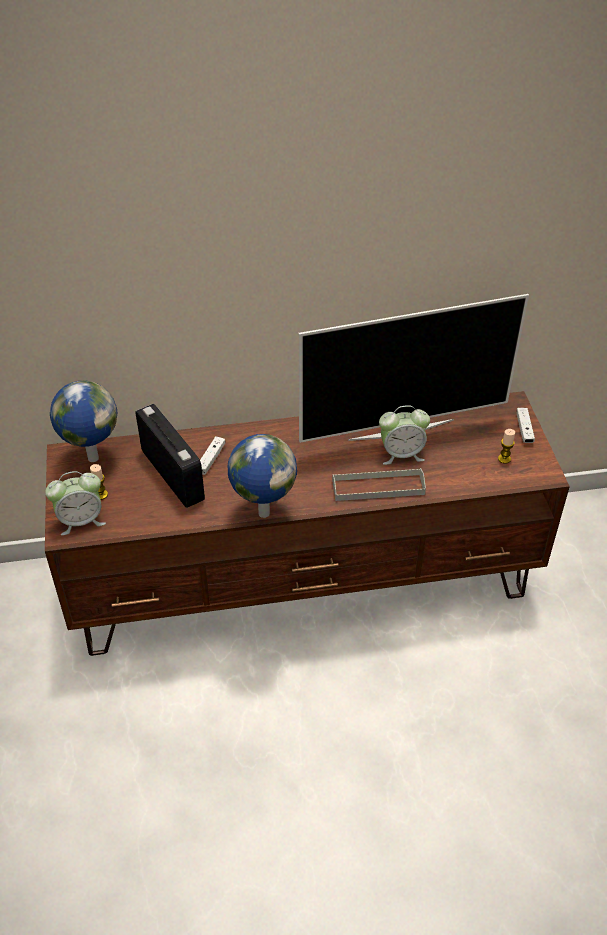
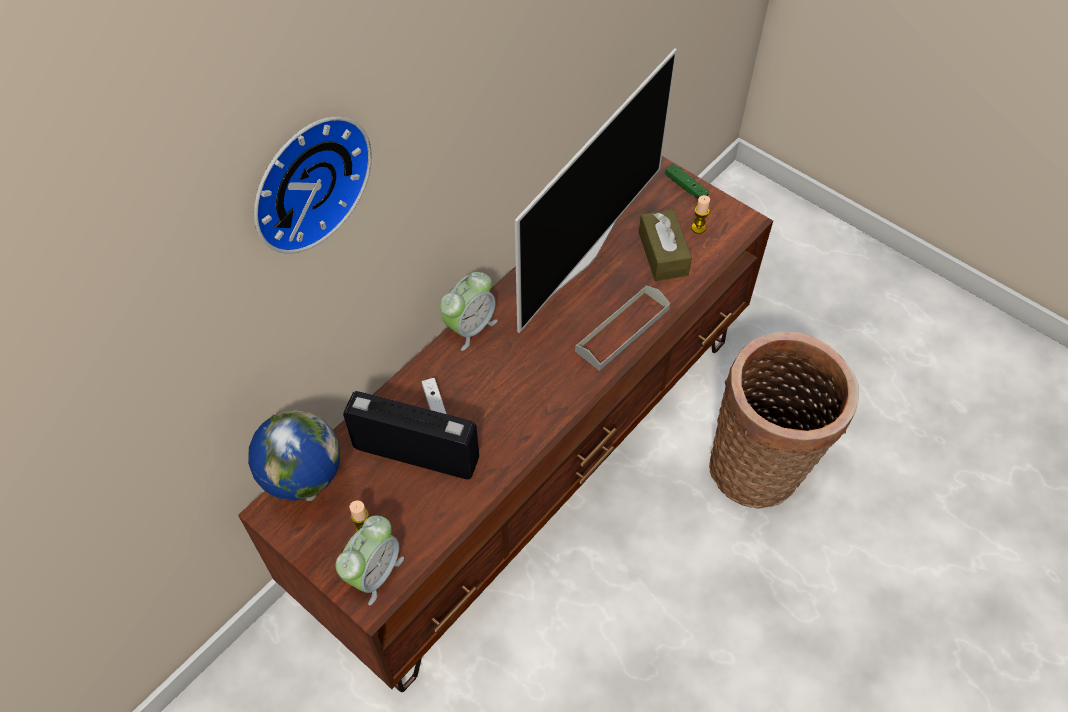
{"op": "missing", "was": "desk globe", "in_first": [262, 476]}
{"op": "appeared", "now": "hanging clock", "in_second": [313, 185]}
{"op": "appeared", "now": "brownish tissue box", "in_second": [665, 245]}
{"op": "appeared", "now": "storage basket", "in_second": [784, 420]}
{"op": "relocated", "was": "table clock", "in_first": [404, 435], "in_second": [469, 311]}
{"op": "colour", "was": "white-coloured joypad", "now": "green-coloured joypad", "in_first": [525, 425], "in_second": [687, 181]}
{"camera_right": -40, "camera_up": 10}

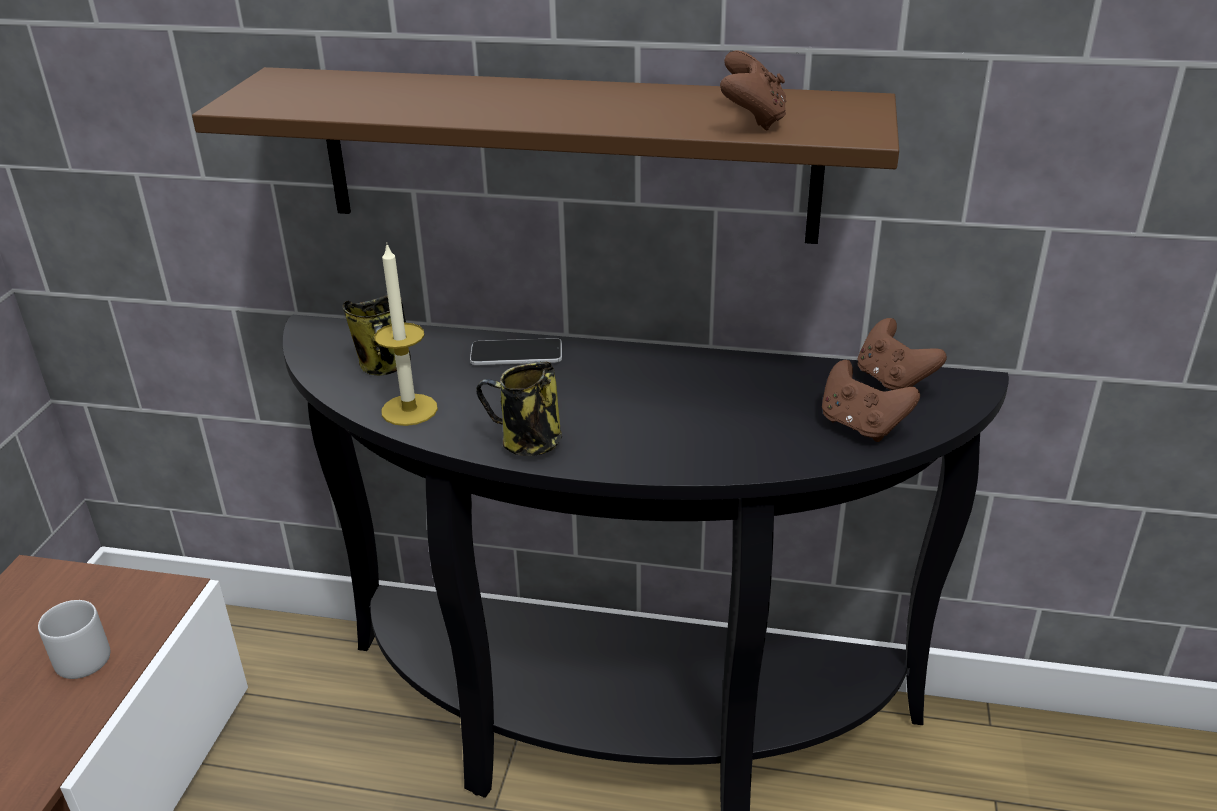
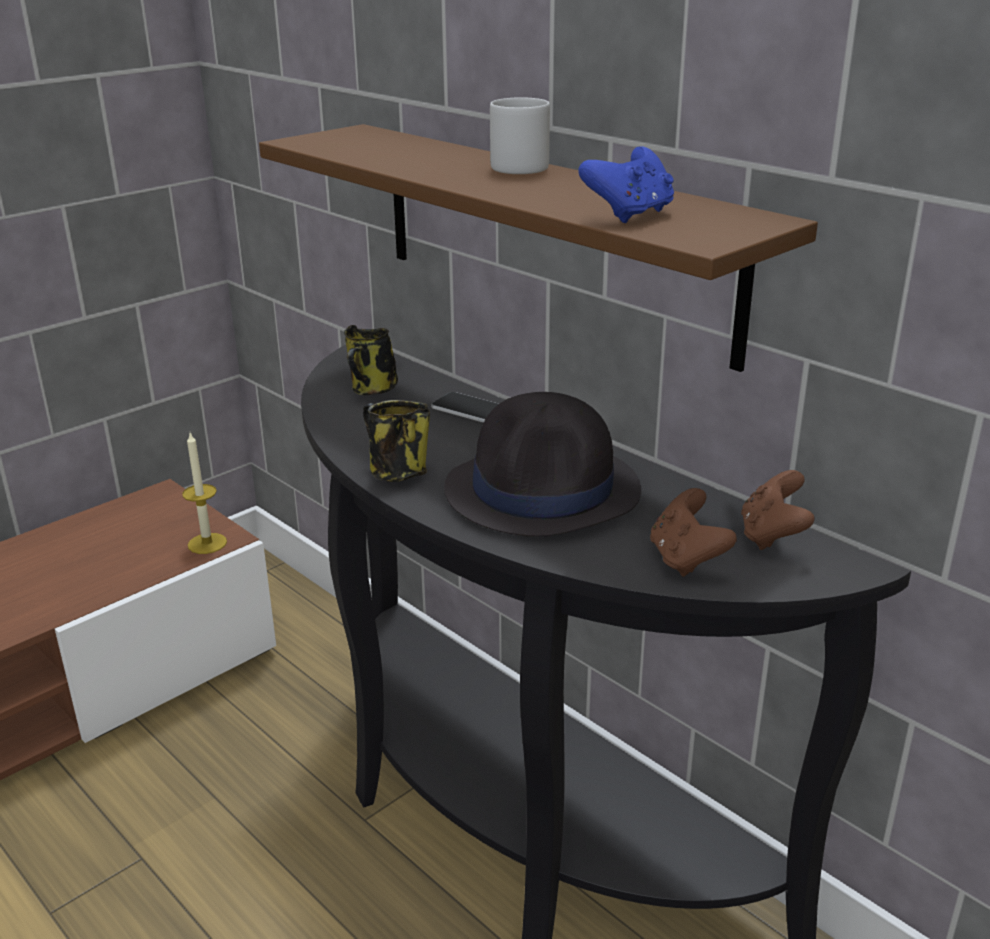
{"op": "appeared", "now": "black-coloured wearable hat", "in_second": [542, 464]}
{"op": "relocated", "was": "gray coffee mug", "in_first": [74, 639], "in_second": [520, 135]}
{"op": "relocated", "was": "candle", "in_first": [406, 335], "in_second": [204, 493]}
{"op": "colour", "was": "brownish joypad", "now": "blue-coloured joypad", "in_first": [753, 90], "in_second": [626, 185]}
{"camera_right": 35, "camera_up": -5}

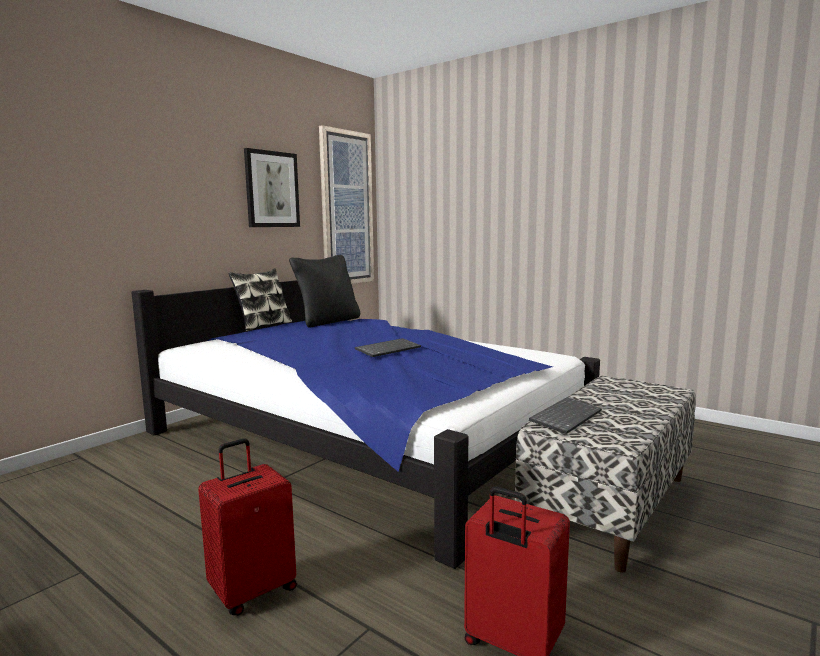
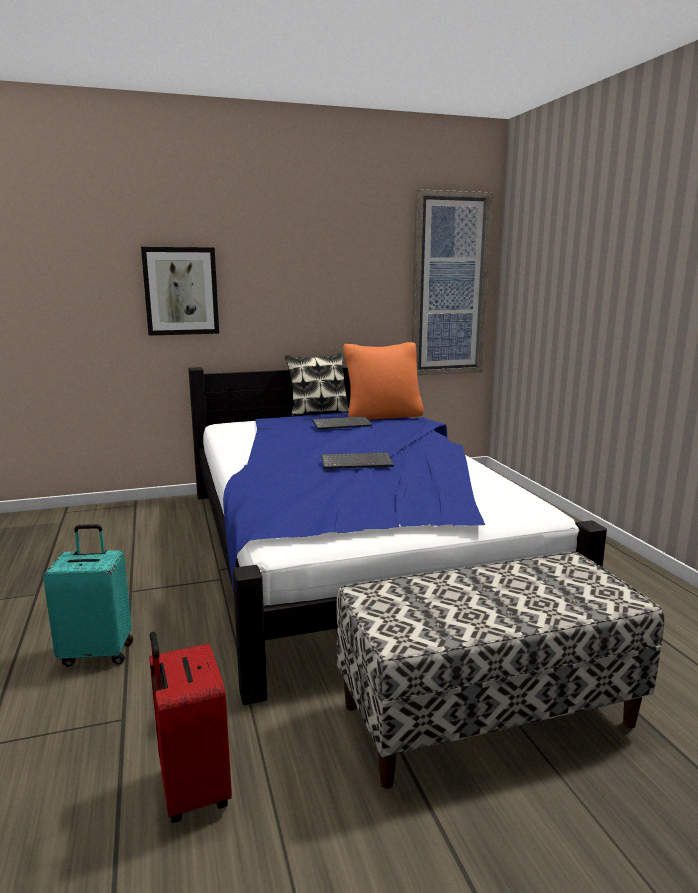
{"op": "relocated", "was": "wall picture", "in_first": [272, 187], "in_second": [180, 291]}
{"op": "relocated", "was": "PC keyboard", "in_first": [565, 415], "in_second": [342, 422]}
{"op": "colour", "was": "red piece of luggage", "now": "turquoise piece of luggage", "in_first": [247, 526], "in_second": [88, 595]}
{"op": "colour", "was": "black-coloured cushion", "now": "orangey cushion", "in_first": [324, 291], "in_second": [383, 381]}
{"camera_right": 35, "camera_up": 5}

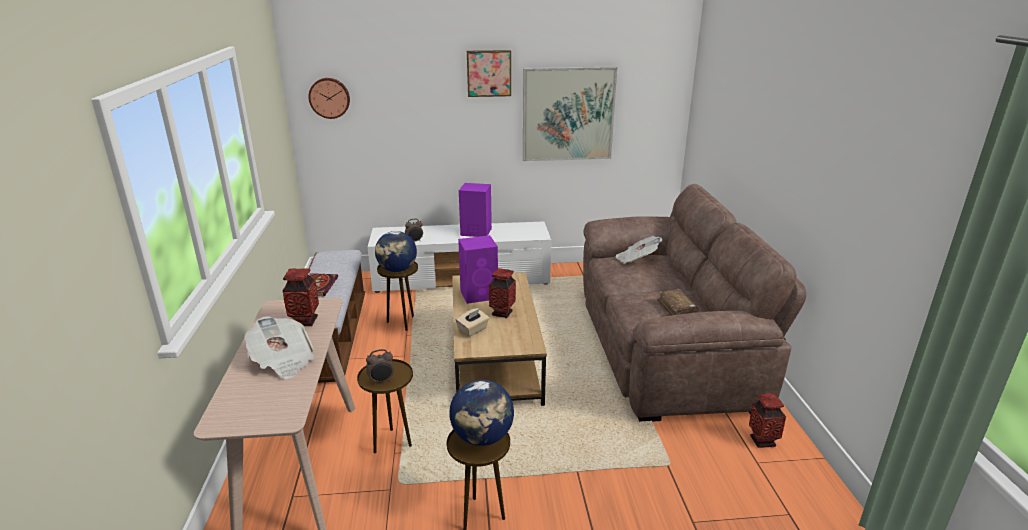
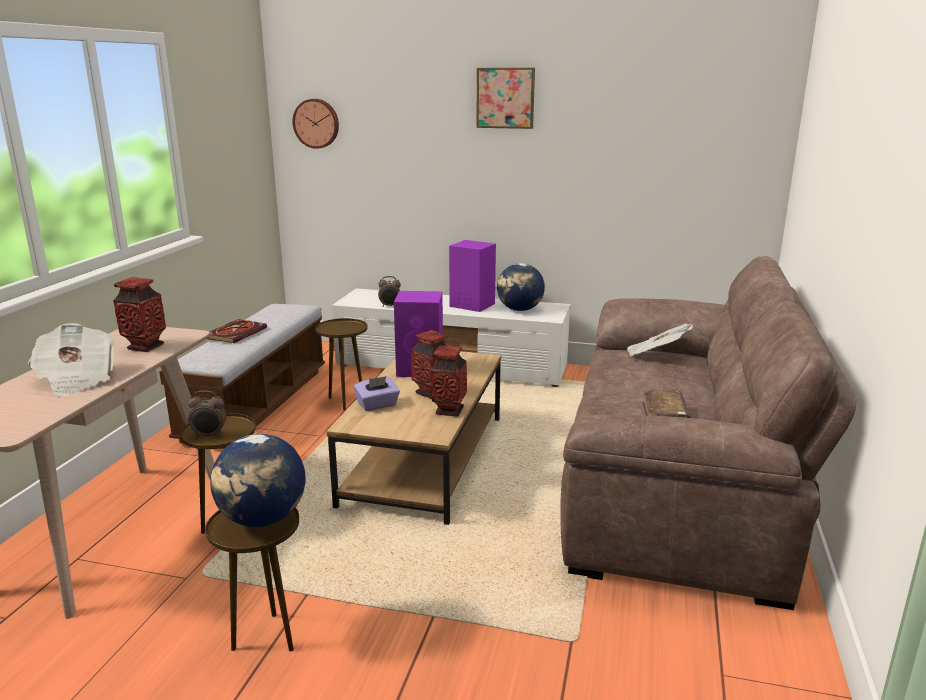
{"op": "missing", "was": "wall picture", "in_first": [570, 114]}
{"op": "relocated", "was": "desk globe", "in_first": [396, 251], "in_second": [521, 287]}
{"op": "relocated", "was": "vase", "in_first": [767, 420], "in_second": [449, 381]}
{"op": "colour", "was": "sand-coloured tissue box", "now": "purple tissue box", "in_first": [472, 322], "in_second": [376, 393]}
{"camera_right": 20, "camera_up": -5}

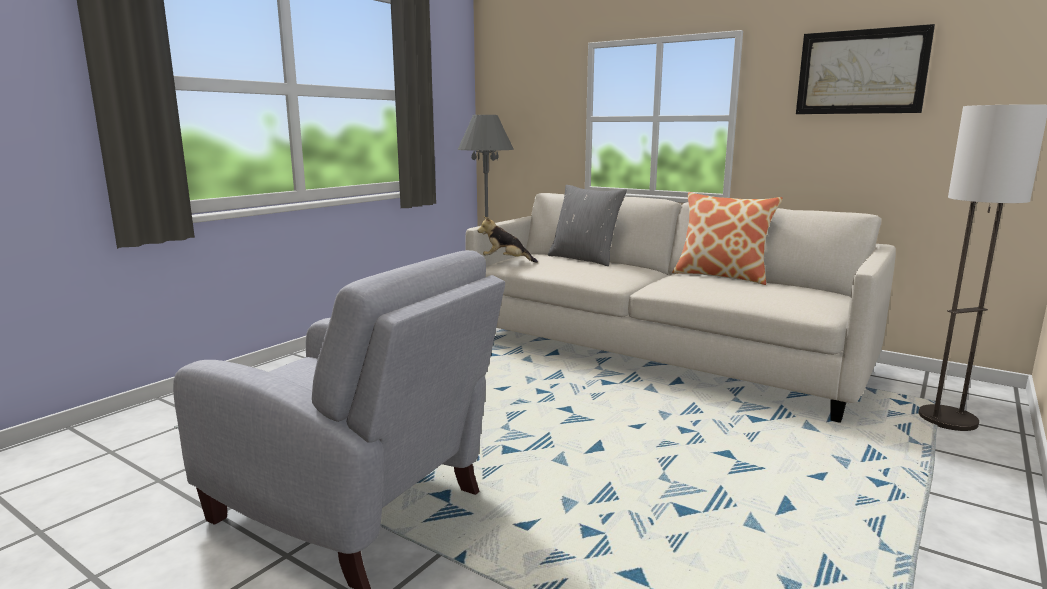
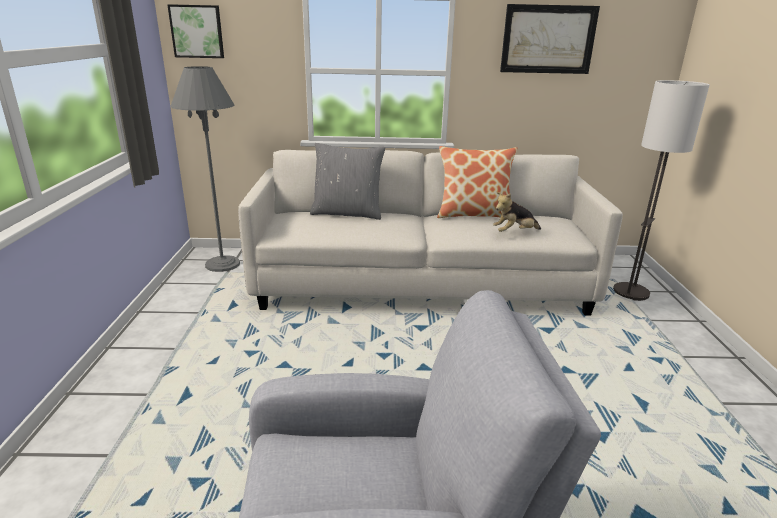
{"op": "appeared", "now": "wall picture", "in_second": [195, 31]}
{"op": "relocated", "was": "soft toy", "in_first": [508, 239], "in_second": [517, 212]}
{"camera_right": -35, "camera_up": 10}

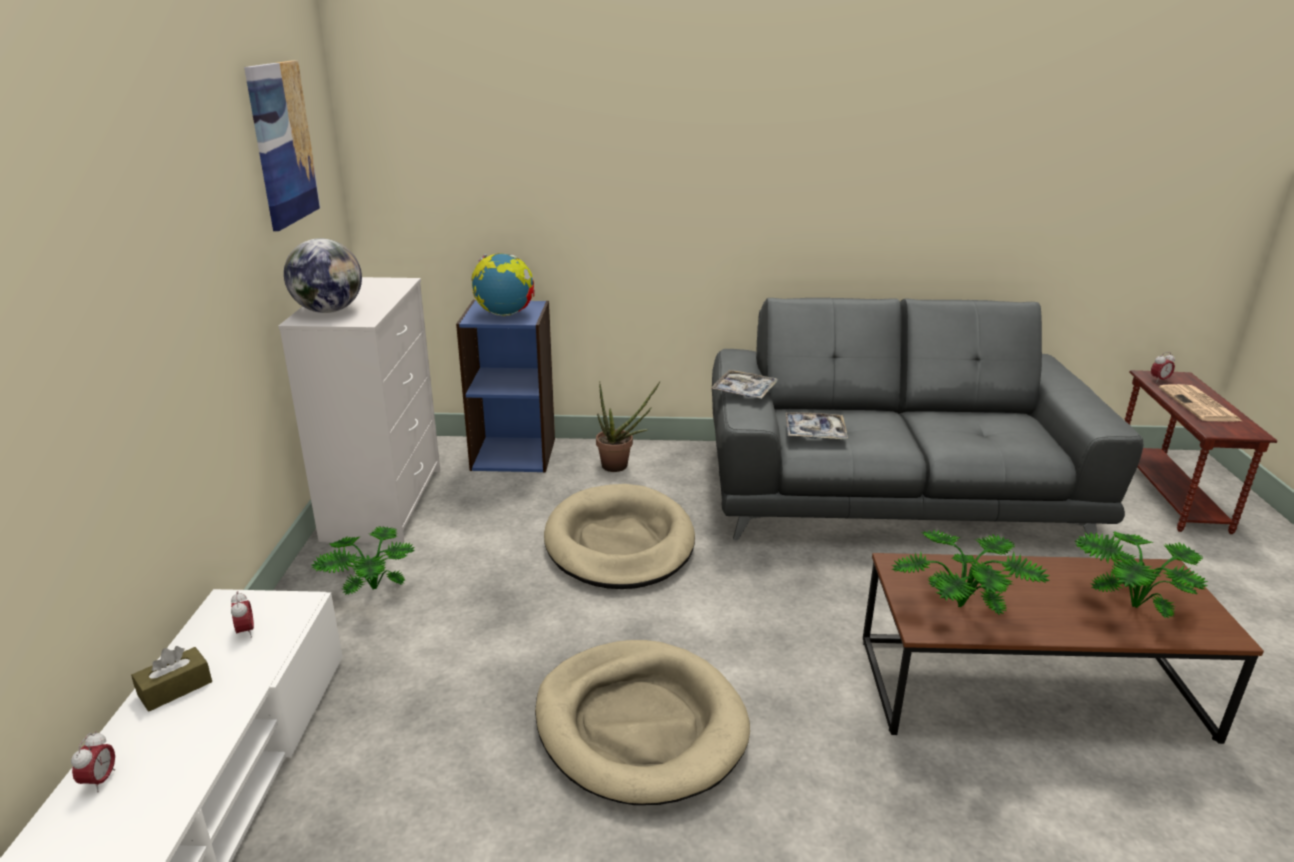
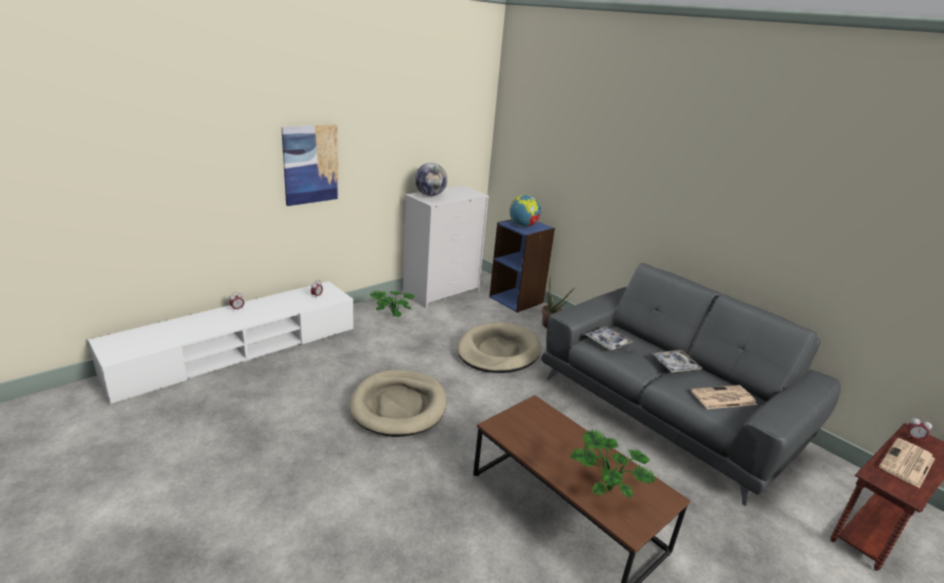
{"op": "missing", "was": "brownish tissue box", "in_first": [171, 679]}
{"op": "missing", "was": "houseplant", "in_first": [971, 572]}
{"op": "appeared", "now": "newspaper", "in_second": [724, 397]}
{"op": "relocated", "was": "wall picture", "in_first": [282, 145], "in_second": [310, 165]}
{"op": "relocated", "was": "tray", "in_first": [744, 384], "in_second": [677, 361]}
{"camera_right": 45, "camera_up": 0}

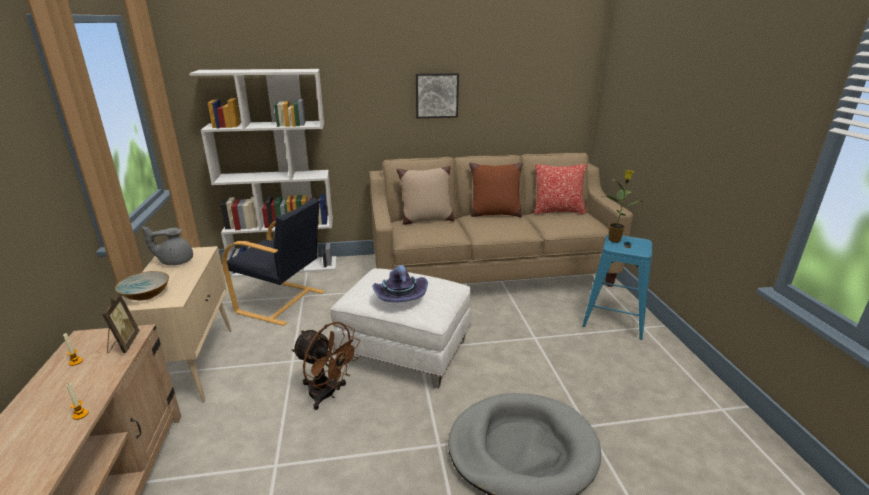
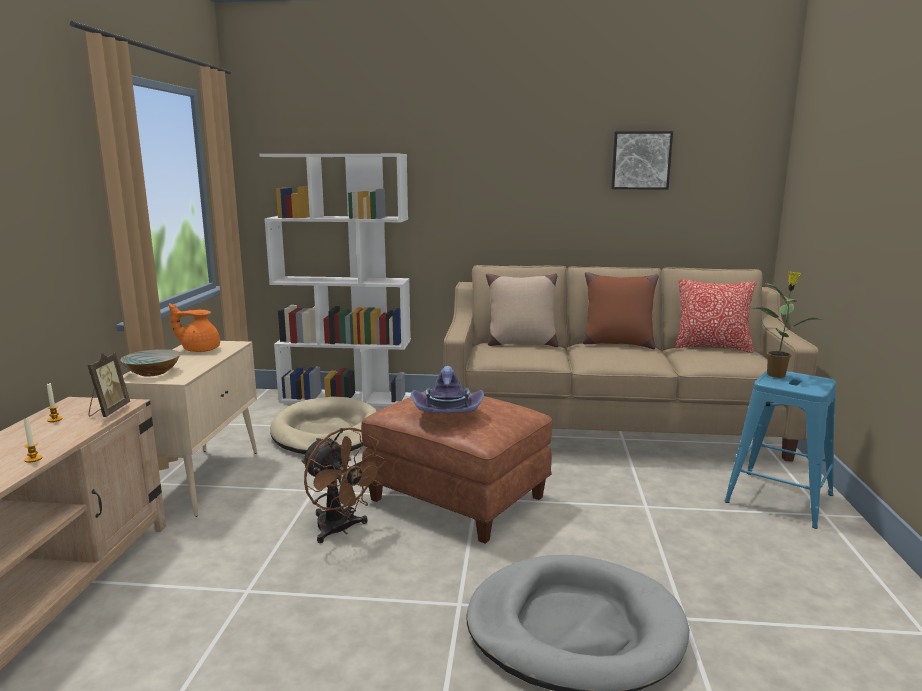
{"op": "relocated", "was": "wall picture", "in_first": [437, 95], "in_second": [642, 160]}
{"op": "exchanged", "was": "black-coloured armchair", "now": "sand-coloured dog bed", "in_first": [273, 262], "in_second": [323, 425]}
{"op": "colour", "was": "gray pot for tea", "now": "orangey pot for tea", "in_first": [167, 245], "in_second": [194, 327]}
{"op": "colour", "was": "white-coloured footrest", "now": "brownish footrest", "in_first": [401, 328], "in_second": [456, 466]}
{"camera_right": 15, "camera_up": -10}

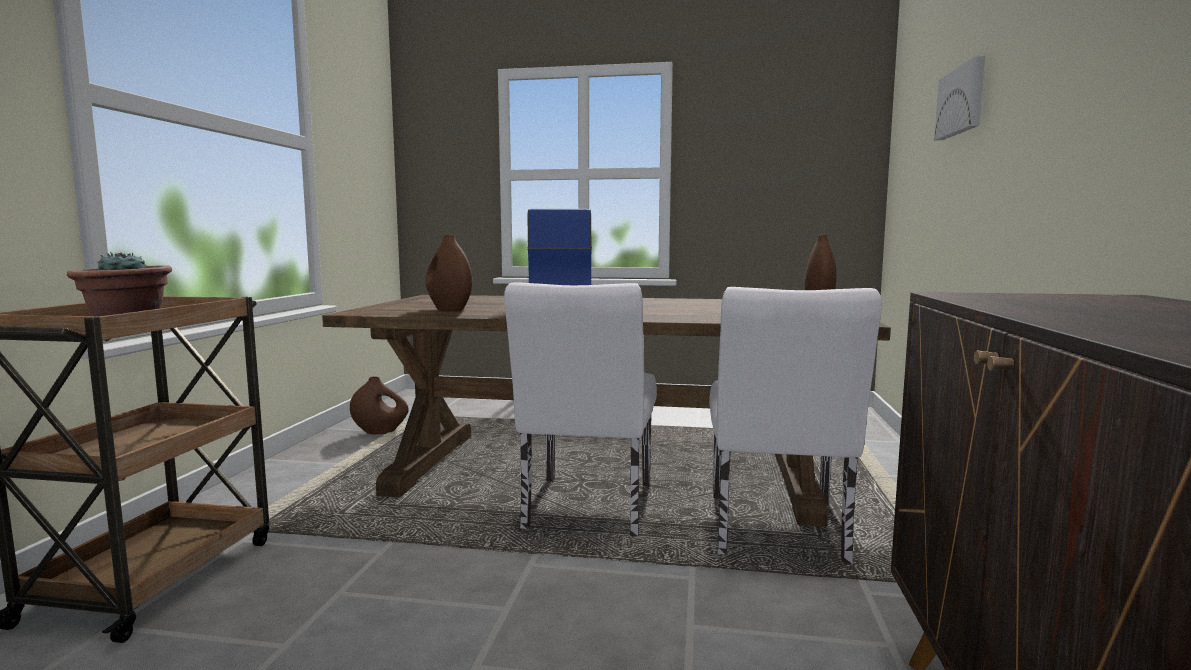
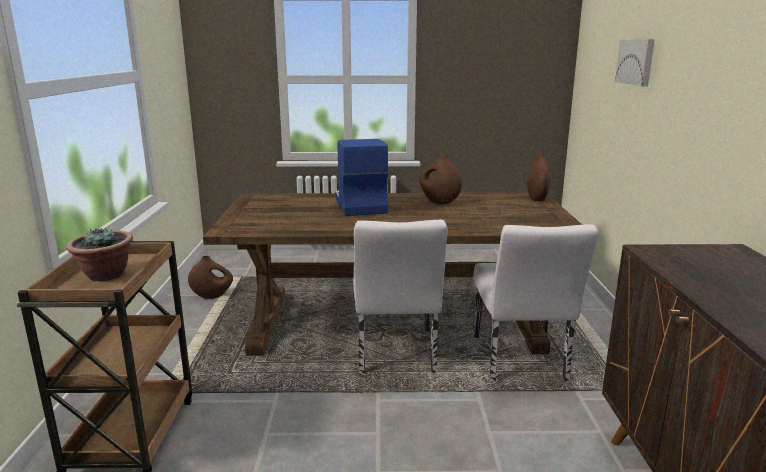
{"op": "relocated", "was": "brownish vase", "in_first": [449, 273], "in_second": [441, 179]}
{"camera_right": -10, "camera_up": 10}

